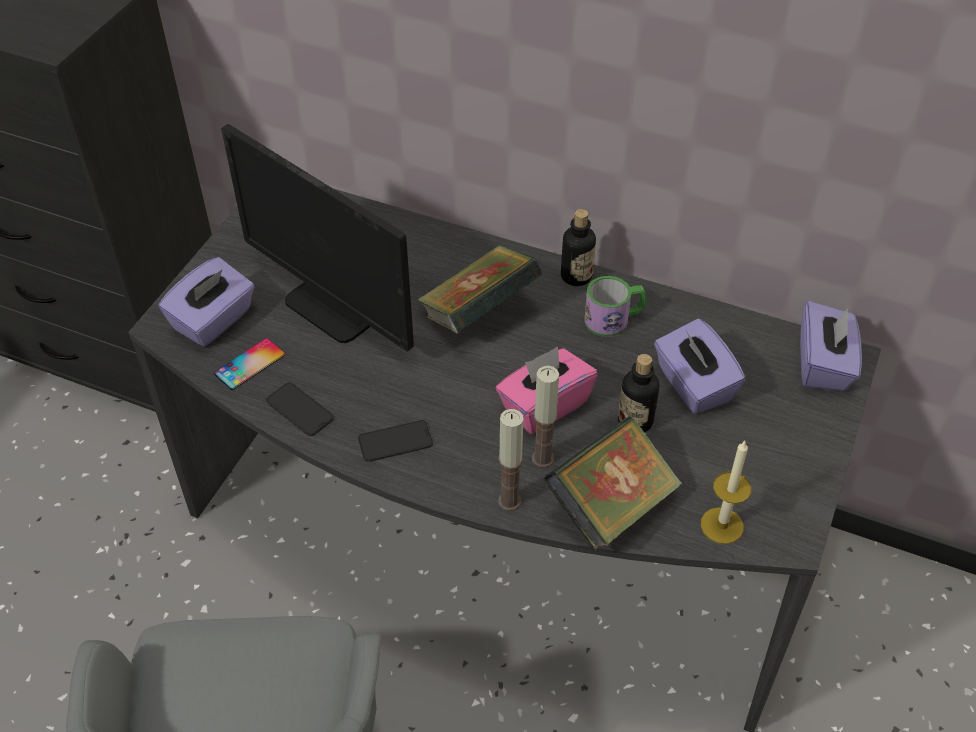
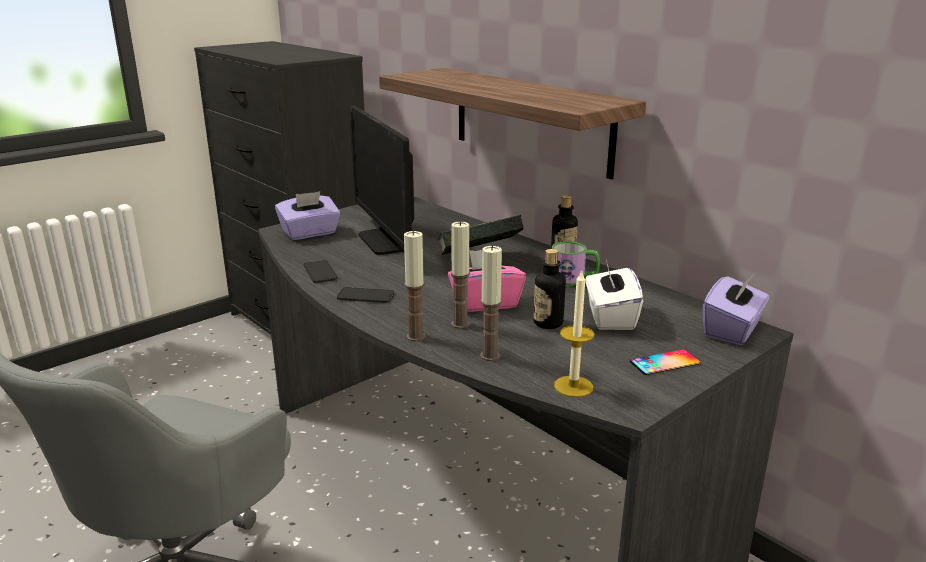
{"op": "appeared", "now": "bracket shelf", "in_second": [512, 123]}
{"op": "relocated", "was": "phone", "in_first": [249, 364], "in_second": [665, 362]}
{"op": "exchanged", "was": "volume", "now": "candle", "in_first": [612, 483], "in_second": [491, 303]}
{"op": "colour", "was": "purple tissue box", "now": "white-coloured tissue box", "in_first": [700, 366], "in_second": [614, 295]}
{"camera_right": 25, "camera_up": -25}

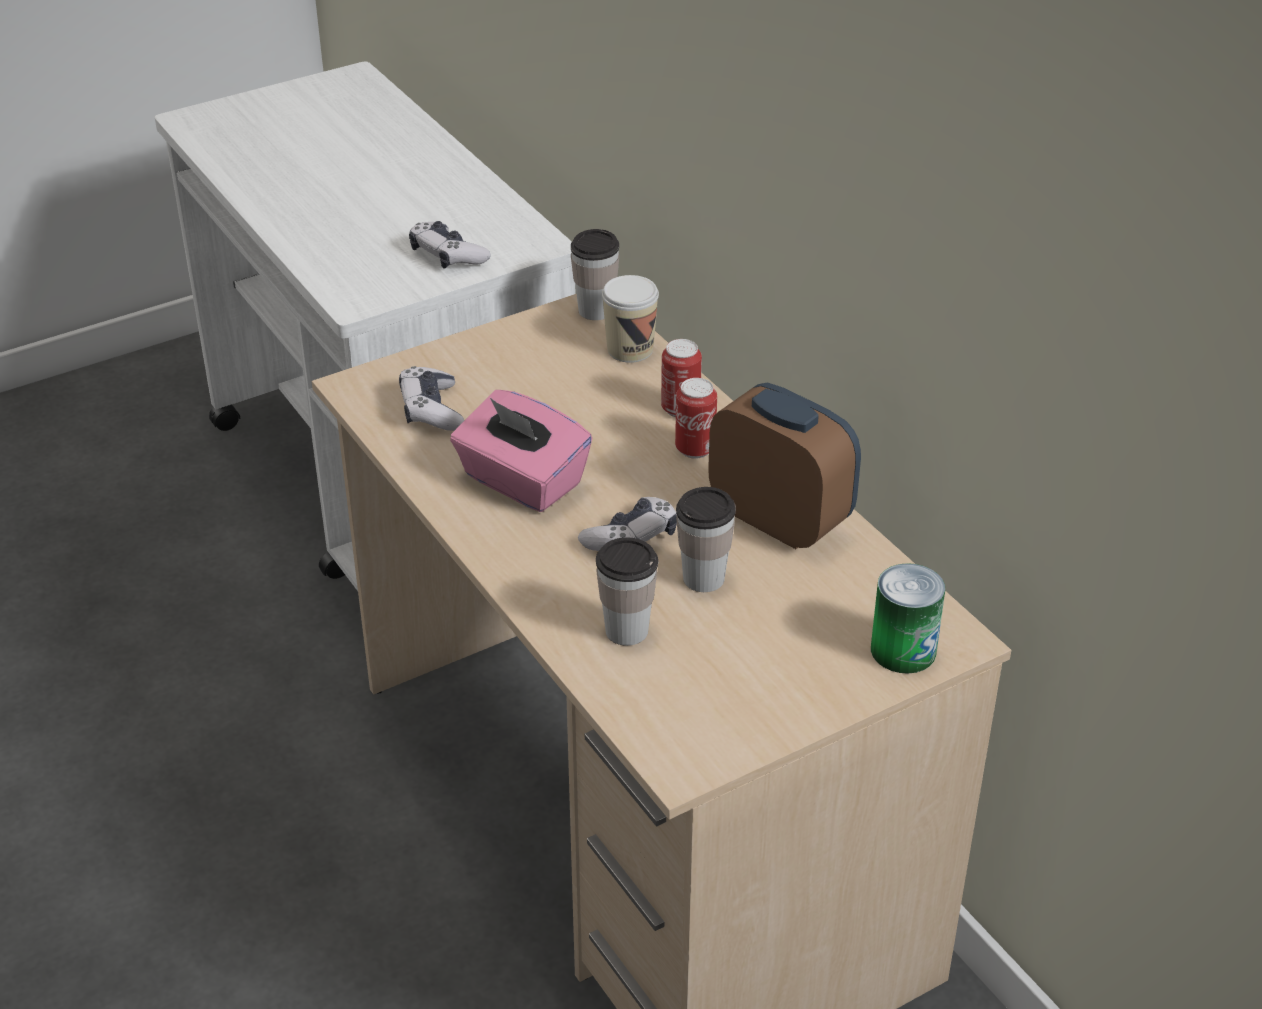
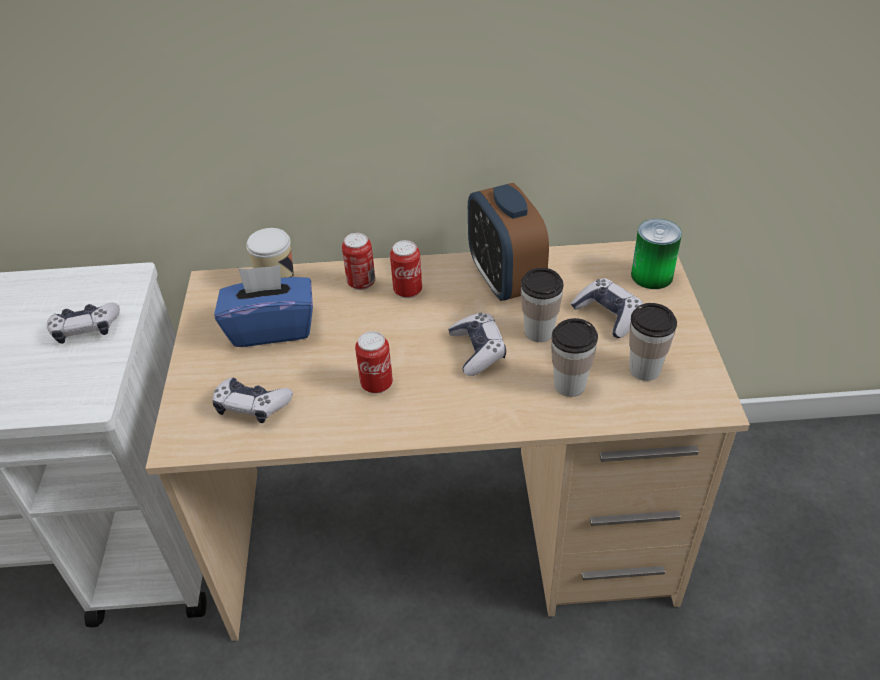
{"op": "appeared", "now": "blue-coloured tissue box", "in_second": [263, 306]}
{"op": "appeared", "now": "joypad", "in_second": [606, 308]}
{"op": "relocated", "was": "drinking cup", "in_first": [595, 274], "in_second": [653, 342]}
{"op": "exchanged", "was": "pink tissue box", "now": "can", "in_first": [521, 451], "in_second": [374, 362]}
{"op": "spun", "was": "table clock", "in_first": [784, 465], "in_second": [508, 242], "clockwise": -90}
{"camera_right": -60, "camera_up": 5}

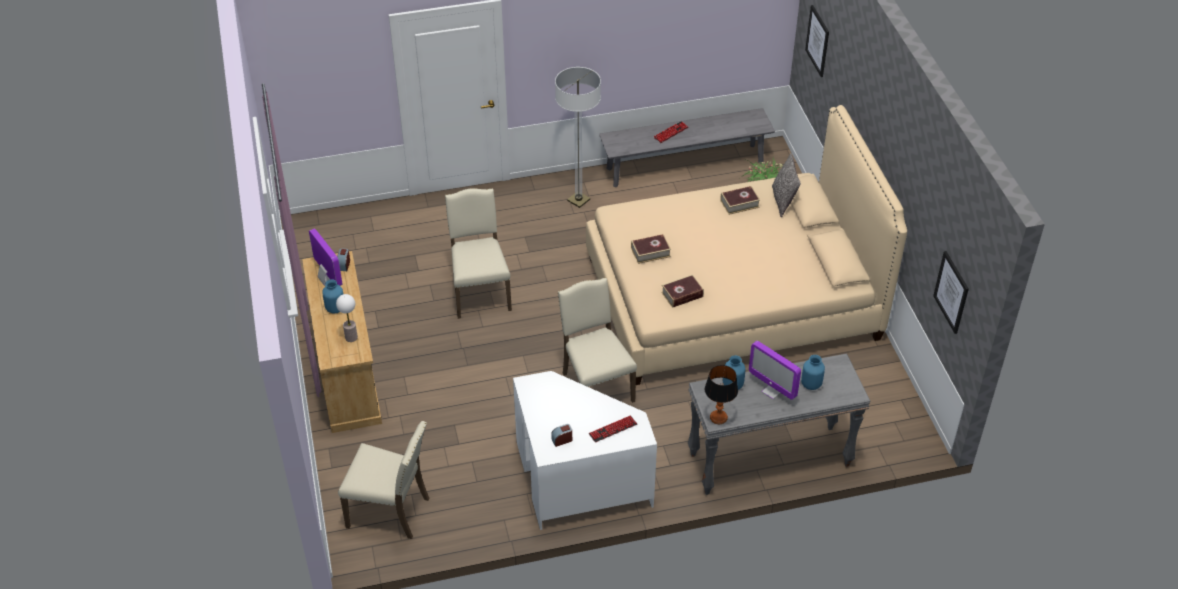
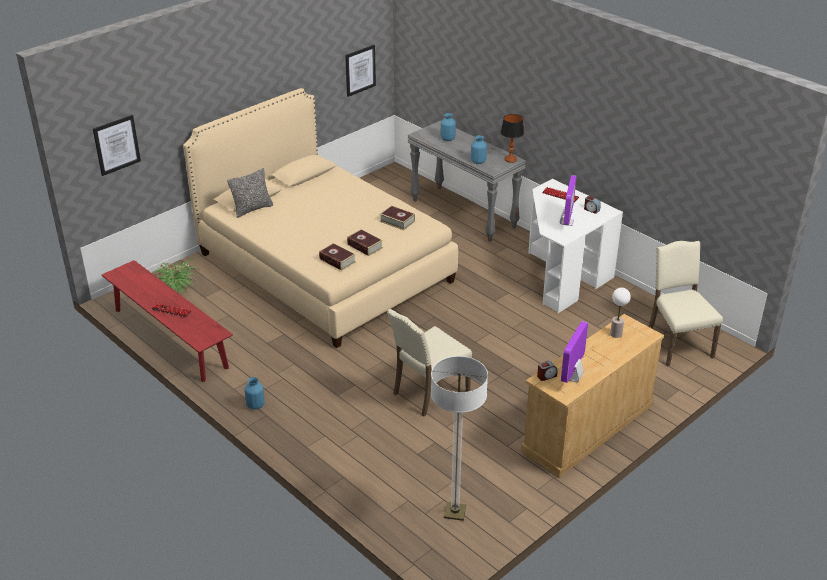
{"op": "missing", "was": "sand-coloured upright chair", "in_first": [597, 340]}
{"op": "relocated", "was": "blue-coloured vase", "in_first": [333, 296], "in_second": [255, 393]}
{"op": "relocated", "was": "floor lamp", "in_first": [578, 137], "in_second": [459, 438]}
{"op": "relocated", "was": "volume", "in_first": [740, 200], "in_second": [337, 257]}
{"op": "relocated", "was": "monitor", "in_first": [775, 370], "in_second": [568, 200]}
{"op": "colour", "was": "gray bench", "now": "red bench", "in_first": [687, 147], "in_second": [167, 321]}
{"camera_right": -120, "camera_up": -10}

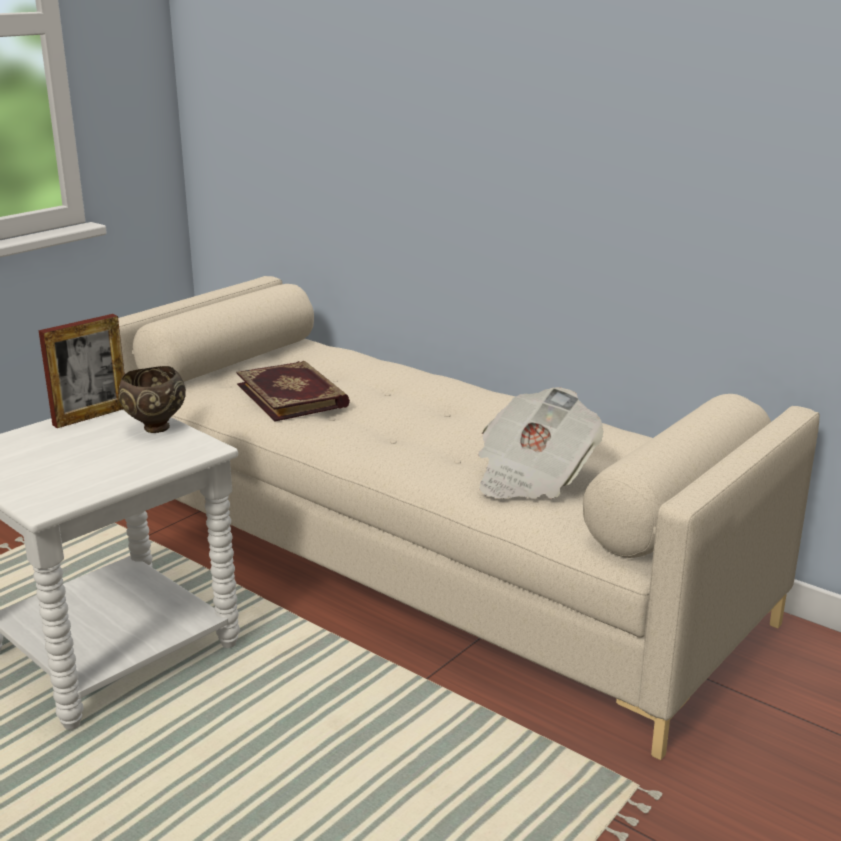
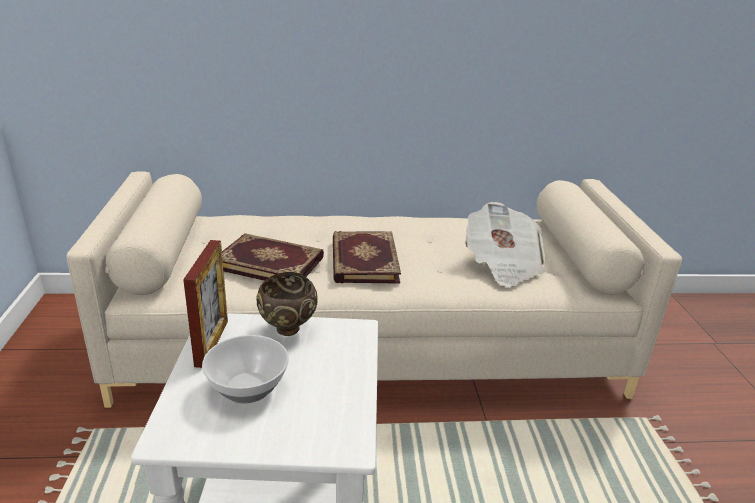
{"op": "appeared", "now": "bowl", "in_second": [245, 369]}
{"op": "appeared", "now": "volume", "in_second": [367, 257]}
{"camera_right": -45, "camera_up": 5}

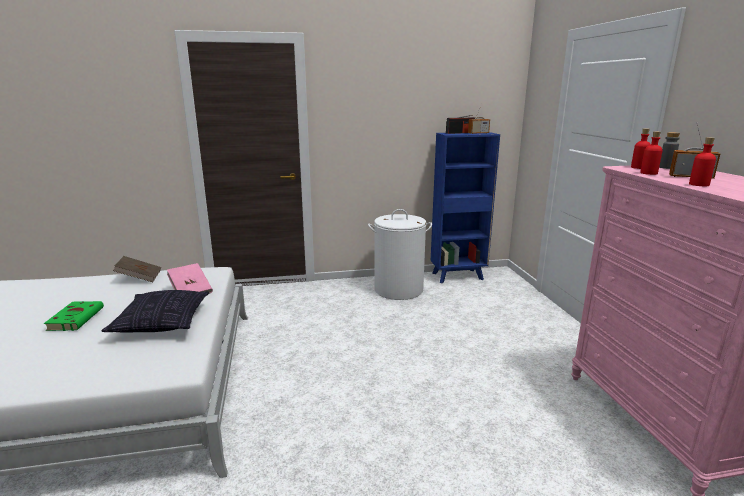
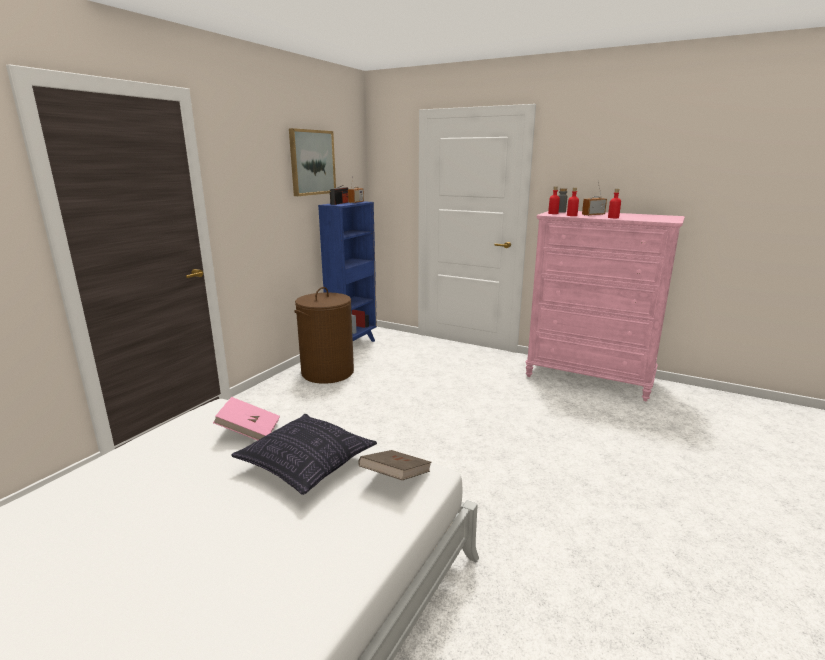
{"op": "missing", "was": "green-coloured volume", "in_first": [74, 316]}
{"op": "appeared", "now": "wall picture", "in_second": [312, 162]}
{"op": "relocated", "was": "brownish volume", "in_first": [137, 269], "in_second": [395, 465]}
{"op": "colour", "was": "white-coloured laundry basket", "now": "brownish laundry basket", "in_first": [400, 254], "in_second": [324, 335]}
{"camera_right": -50, "camera_up": 0}

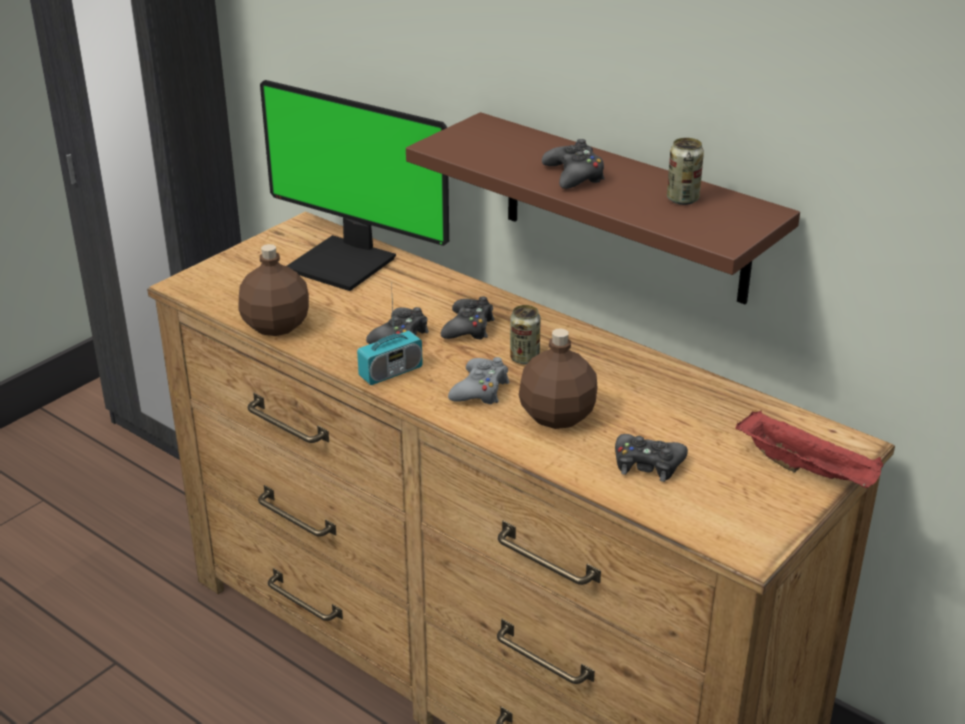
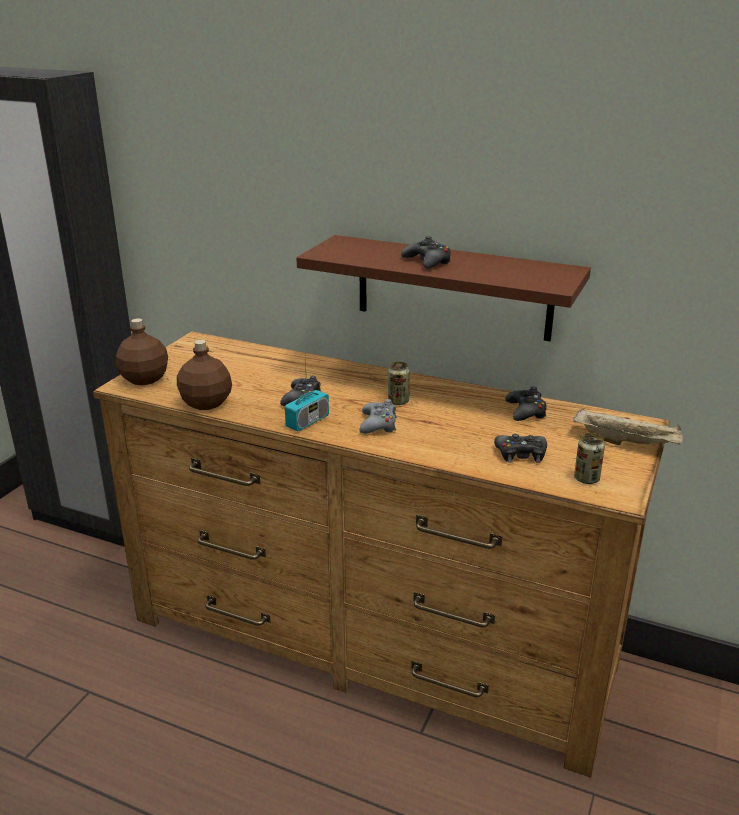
{"op": "missing", "was": "monitor", "in_first": [354, 185]}
{"op": "relocated", "was": "black-coloured joypad", "in_first": [467, 317], "in_second": [526, 404]}
{"op": "relocated", "was": "brownish drink bottle", "in_first": [558, 378], "in_second": [142, 351]}
{"op": "relocated", "was": "can", "in_first": [685, 171], "in_second": [589, 458]}
{"op": "colour", "was": "red tray", "now": "sand-coloured tray", "in_first": [809, 449], "in_second": [628, 427]}
{"camera_right": -15, "camera_up": -5}

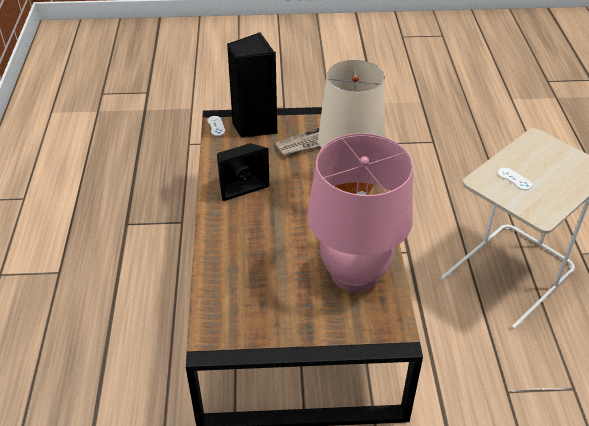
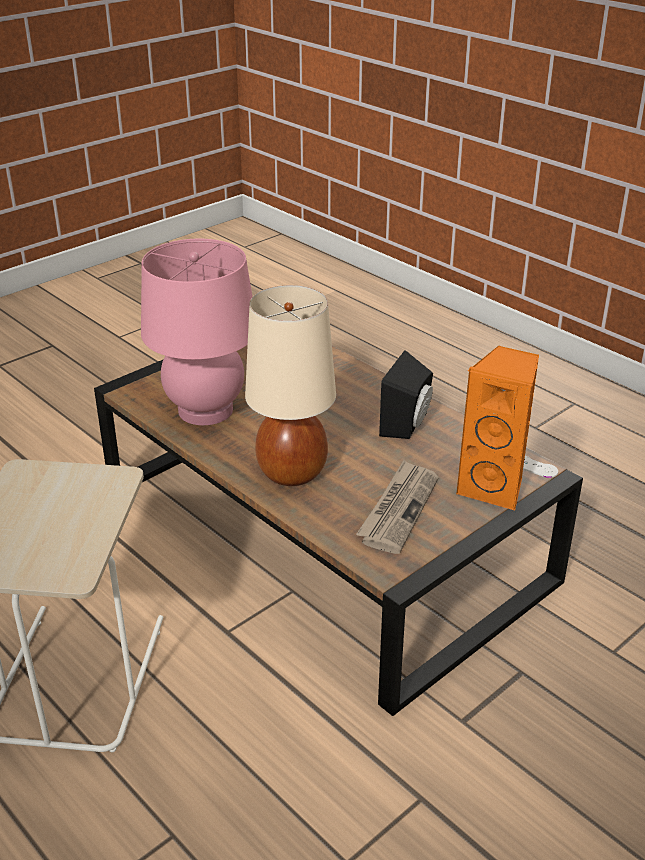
{"op": "missing", "was": "white-coloured joypad", "in_first": [515, 179]}
{"op": "colour", "was": "black-coloured loudspeaker", "now": "orangey loudspeaker", "in_first": [252, 85], "in_second": [497, 428]}
{"camera_right": 140, "camera_up": -10}

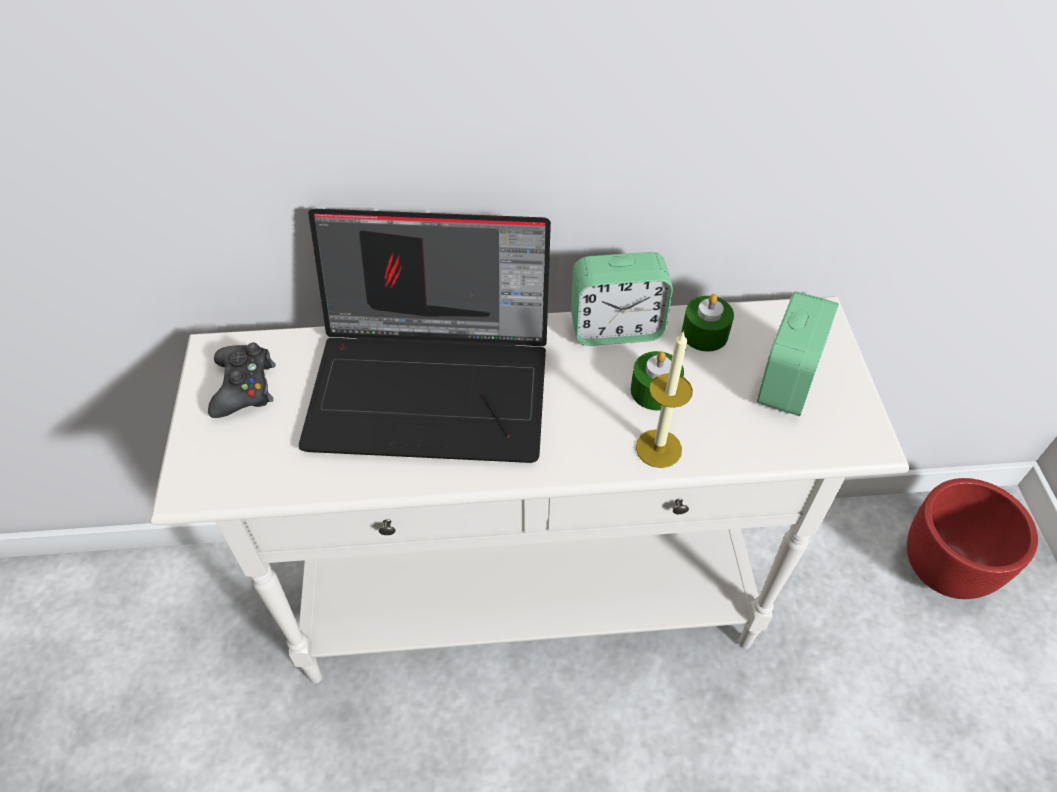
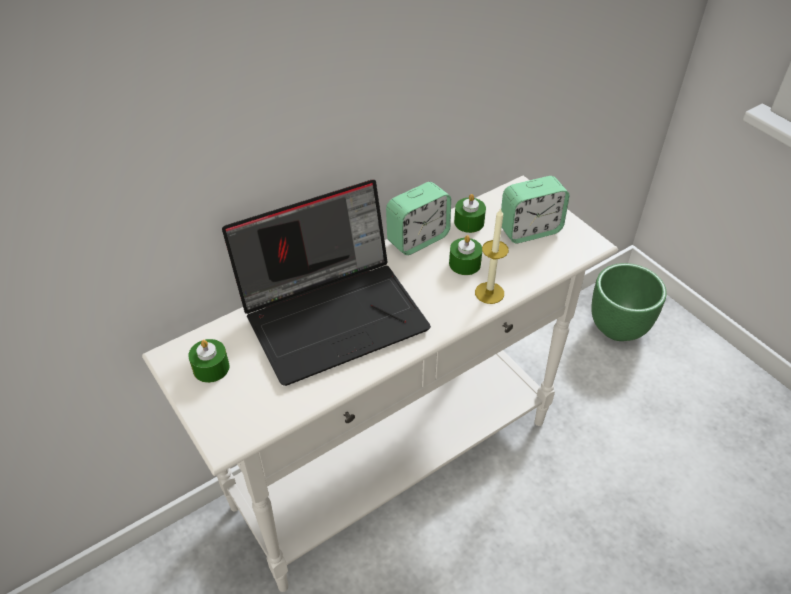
{"op": "exchanged", "was": "black-coloured joypad", "now": "green-coloured candle", "in_first": [241, 380], "in_second": [208, 361]}
{"op": "colour", "was": "red flower pot", "now": "green-coloured flower pot", "in_first": [972, 538], "in_second": [629, 302]}
{"op": "spun", "was": "table clock", "in_first": [798, 353], "in_second": [535, 209], "clockwise": 75}
{"camera_right": -30, "camera_up": -5}

